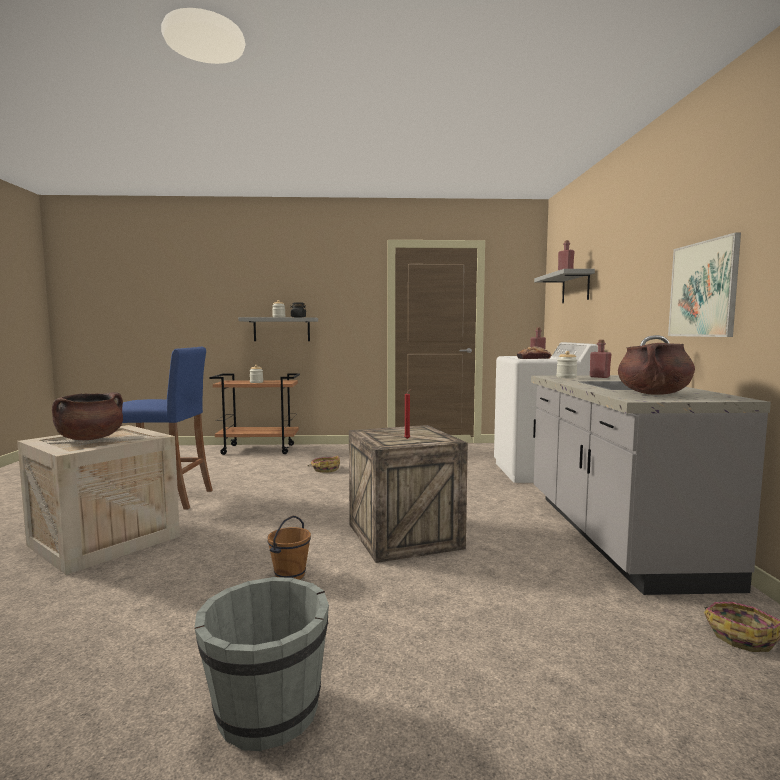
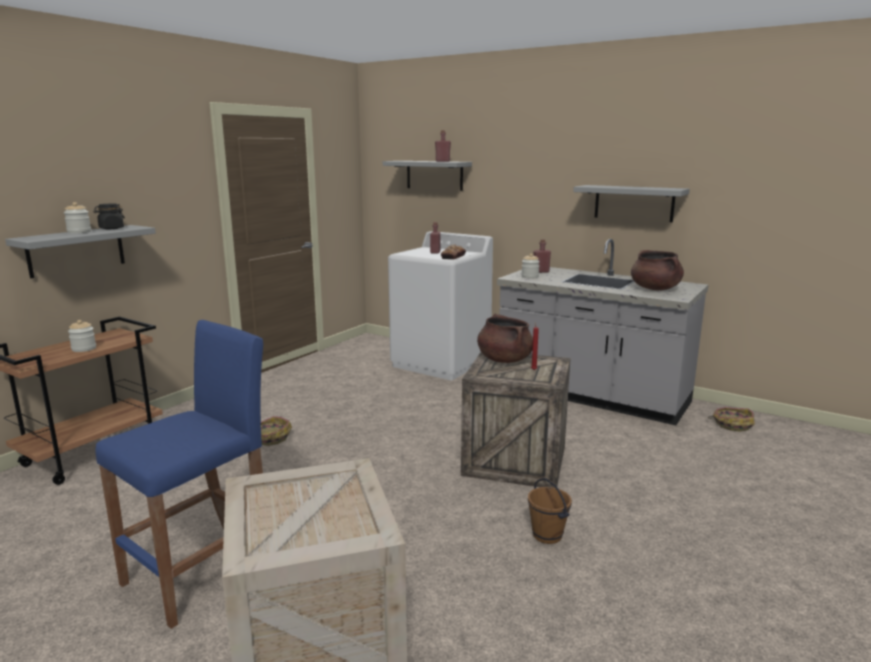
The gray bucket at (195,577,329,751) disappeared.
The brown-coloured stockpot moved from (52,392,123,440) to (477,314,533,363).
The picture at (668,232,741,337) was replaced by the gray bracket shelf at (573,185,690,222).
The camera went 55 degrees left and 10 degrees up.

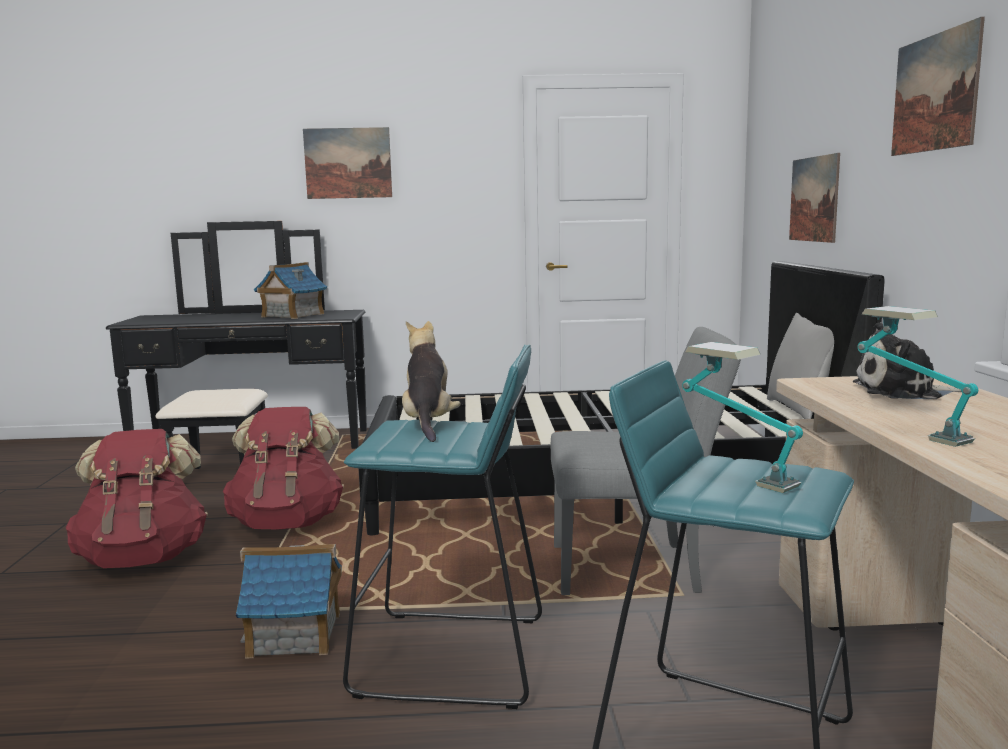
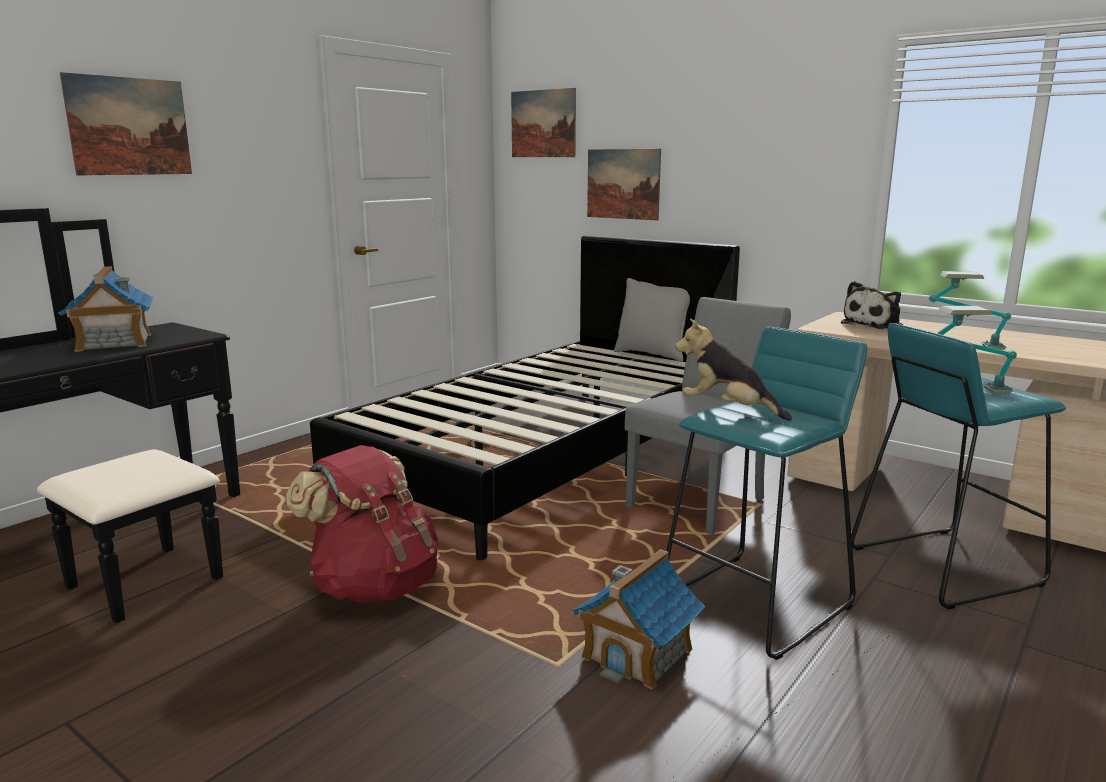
The reddish rucksack at (66,429,208,568) disappeared.
The picture moved from (891,17,985,156) to (511,88,576,157).
The camera went 50 degrees left and 5 degrees up.

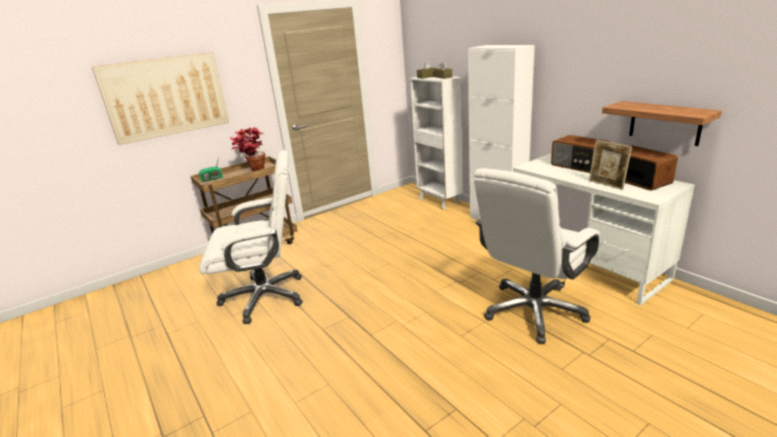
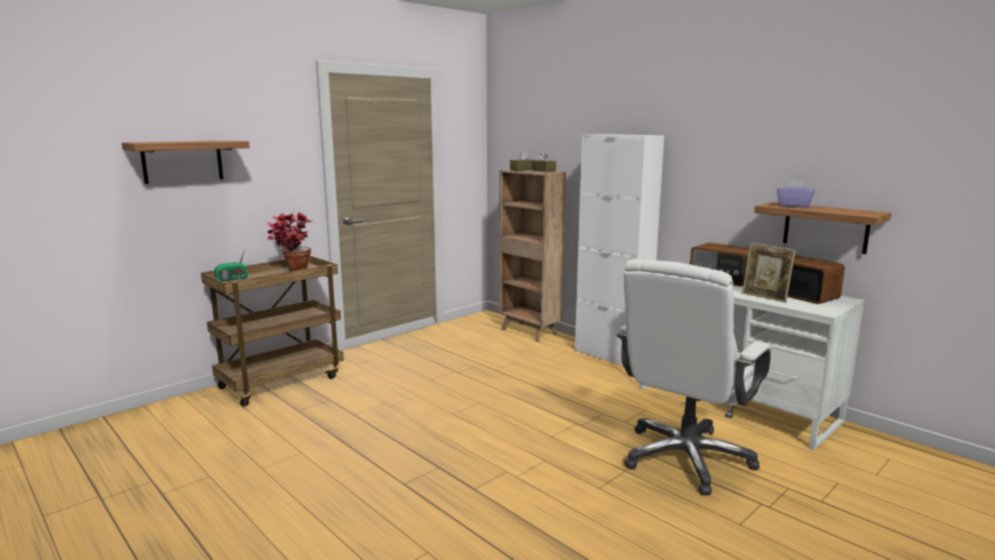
The whitish computer chair at (199,150,303,324) disappeared.
The purple box of tissues at (777,180,815,207) appeared.
The picture at (92,52,229,145) was replaced by the bracket shelf at (122,140,250,184).
The whitish bookcase at (410,76,463,210) became the brown-coloured bookcase at (499,169,566,342).
The camera went 10 degrees left and 10 degrees down.

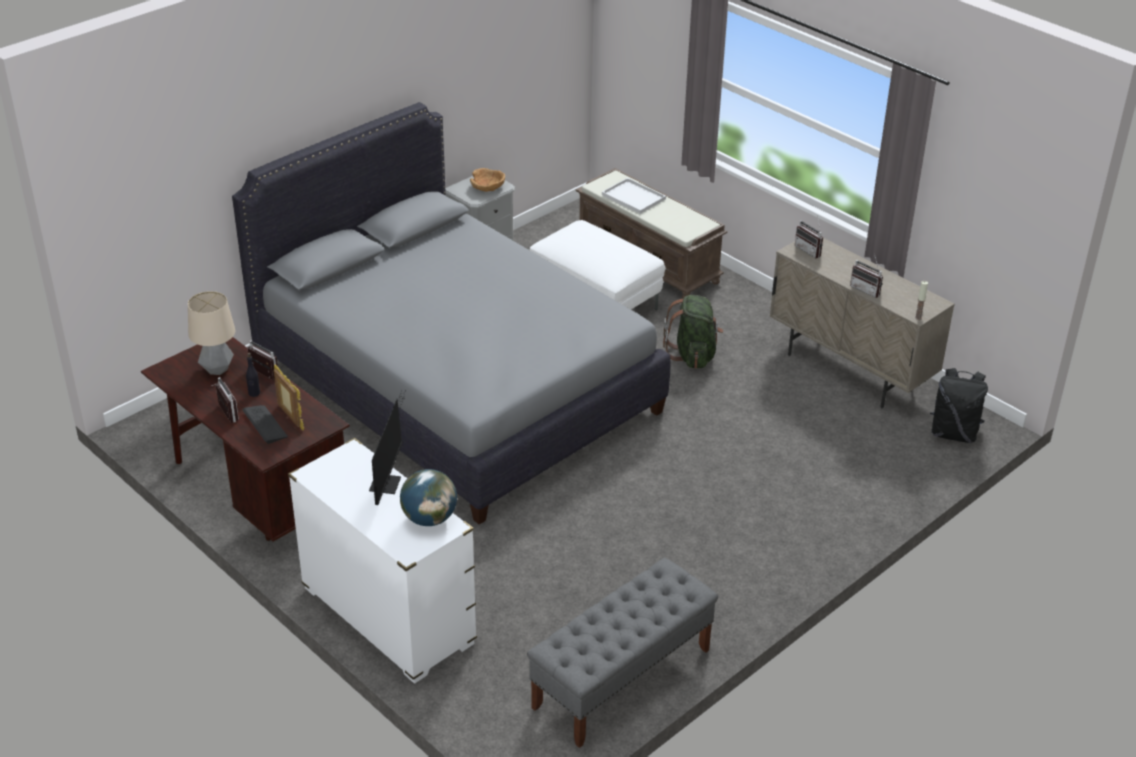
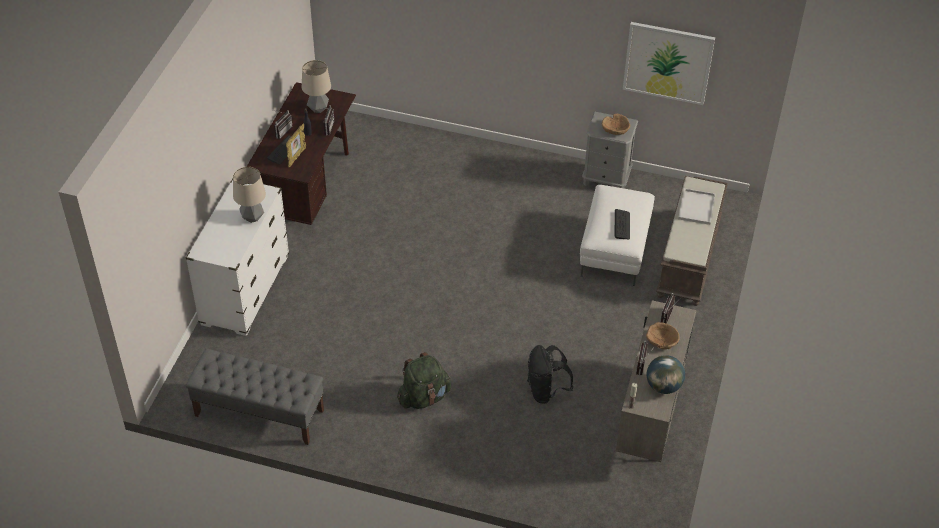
The gray bed at (232,102,671,525) disappeared.
The keyboard at (615,209,630,239) appeared.
The picture at (623,22,715,105) appeared.
The brown-coloured serving bowl at (646,322,680,349) appeared.
The desk globe moved from (400,469,457,526) to (647,355,685,394).
The green-coloured rucksack moved from (663,295,723,369) to (397,352,451,409).
The black-coloured rucksack moved from (930,368,988,443) to (527,345,573,404).
The computer display at (369,391,403,505) was replaced by the table lamp at (233,167,266,223).
The camera went 60 degrees right and 10 degrees up.

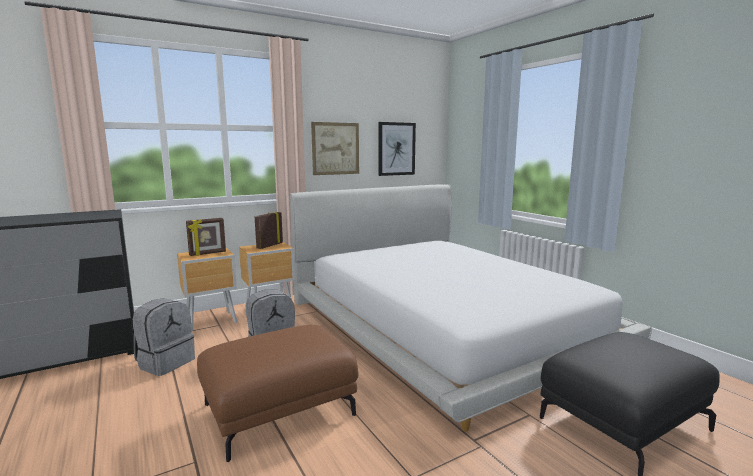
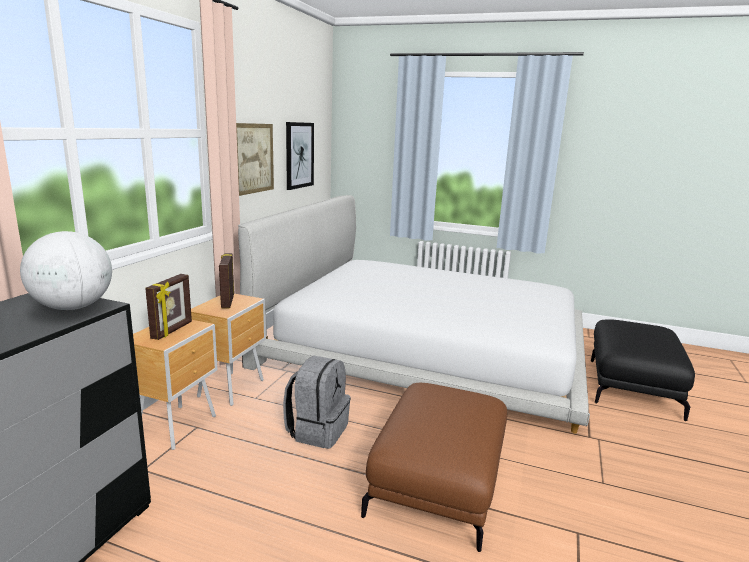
The gray rucksack at (133,298,195,376) disappeared.
The desk globe at (20,231,112,310) appeared.
The camera went 40 degrees left and 5 degrees up.

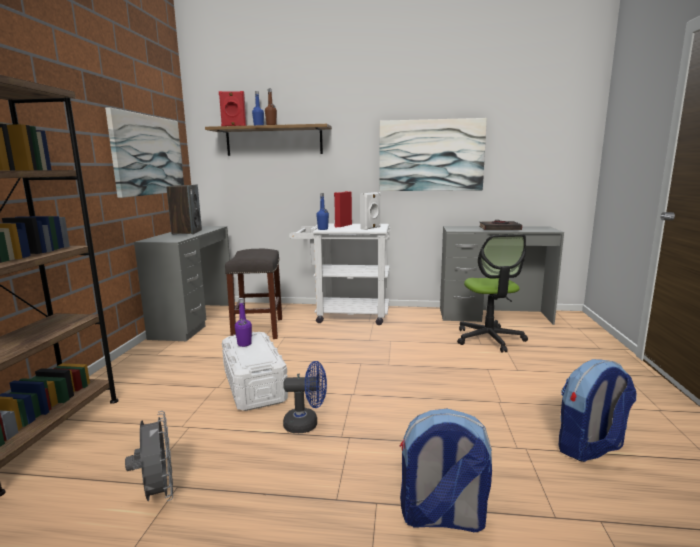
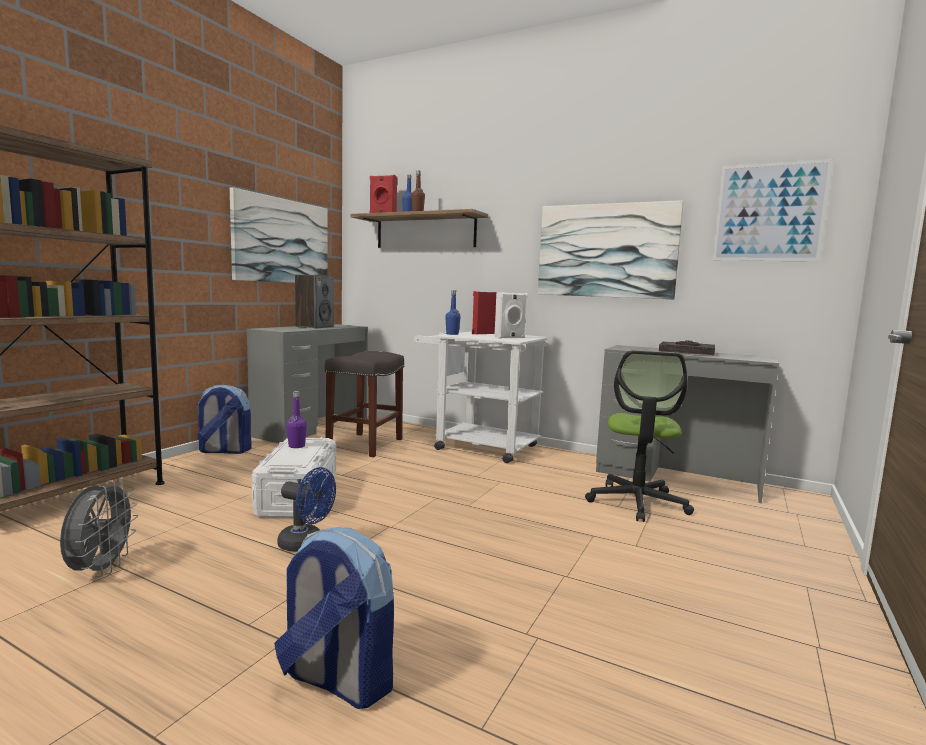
The picture at (712,159,833,261) appeared.
The rucksack moved from (559,359,636,462) to (197,385,252,454).
The camera went 20 degrees right and 5 degrees down.

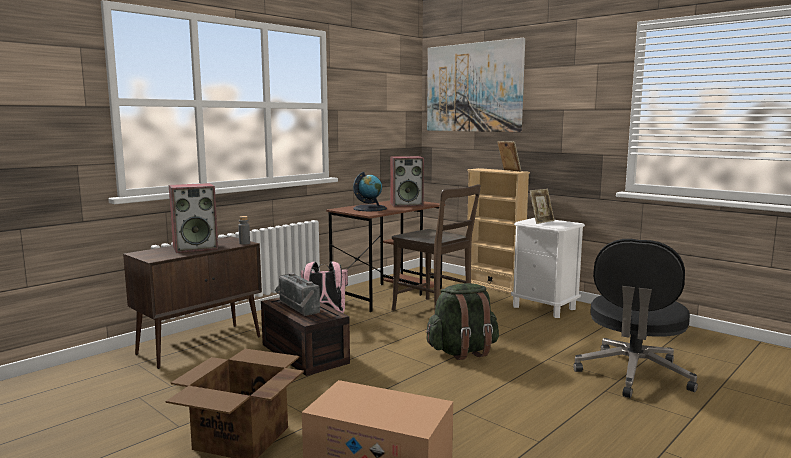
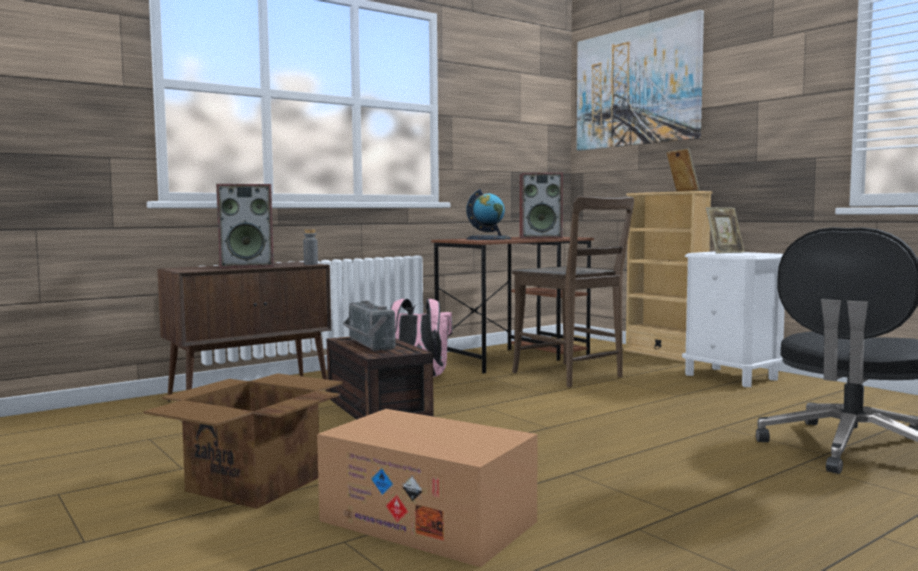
The green-coloured rucksack at (426,283,499,360) disappeared.
The camera went 10 degrees right and 5 degrees down.

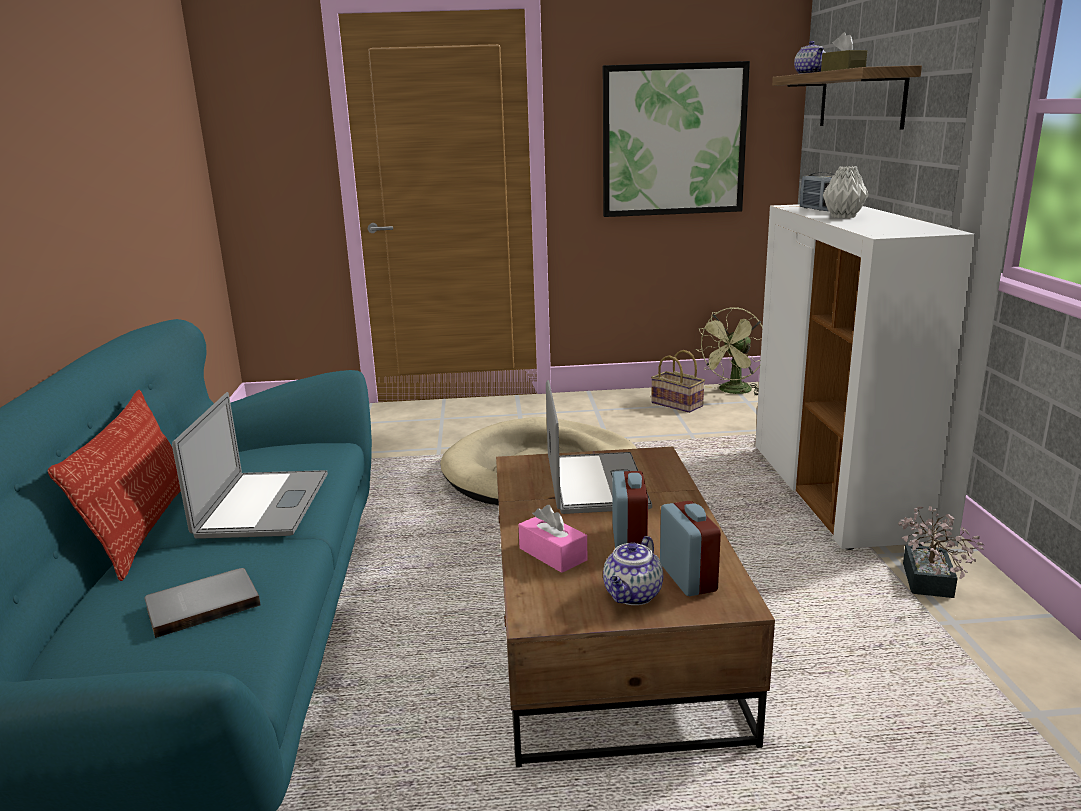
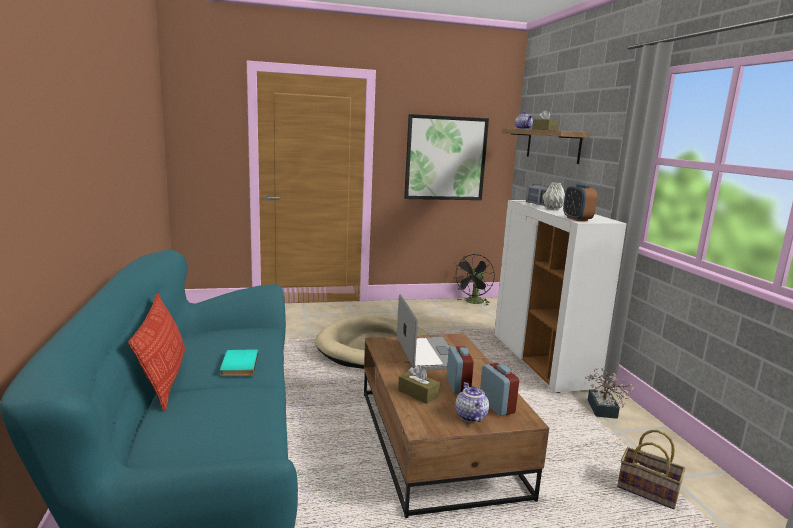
The gray bound book at (144,568,261,638) disappeared.
The alarm clock at (563,184,597,221) appeared.
The storage basket moved from (651,350,705,413) to (617,430,686,509).
The portable computer at (172,392,328,539) was replaced by the turquoise bound book at (220,349,258,376).
The pink box of tissues at (518,505,587,573) became the brown-coloured box of tissues at (398,365,440,404).
The green-coloured fan at (695,307,763,396) became the black-coloured fan at (453,254,495,306).
The teapot at (603,536,663,605) turned 150 degrees clockwise.
The camera went 10 degrees left and 5 degrees down.

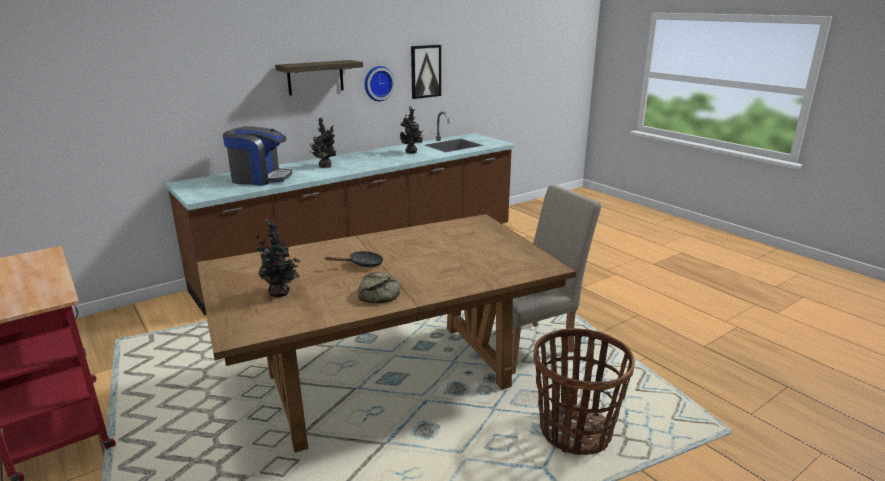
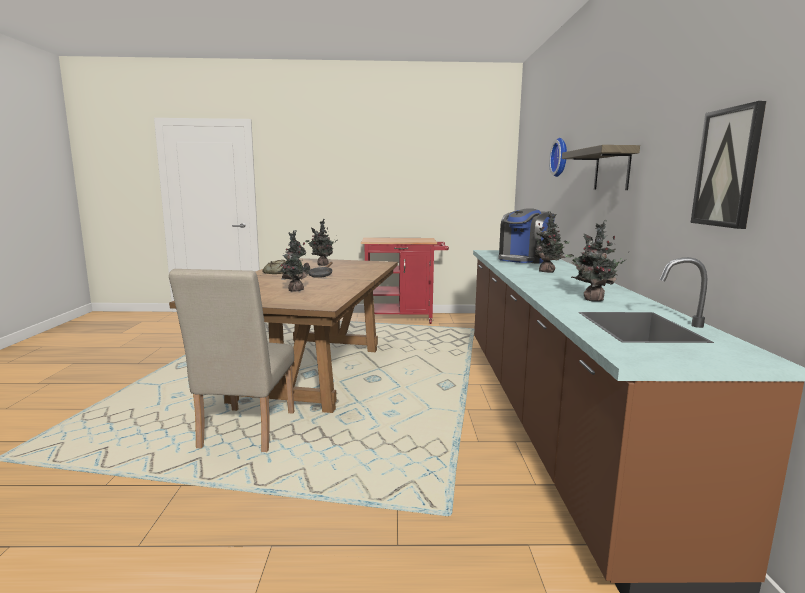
The storage basket at (533,328,635,455) disappeared.
The houseplant at (278,230,310,292) appeared.
The hanging clock moved from (365,66,395,101) to (549,138,567,177).
The camera went 125 degrees right and 10 degrees down.

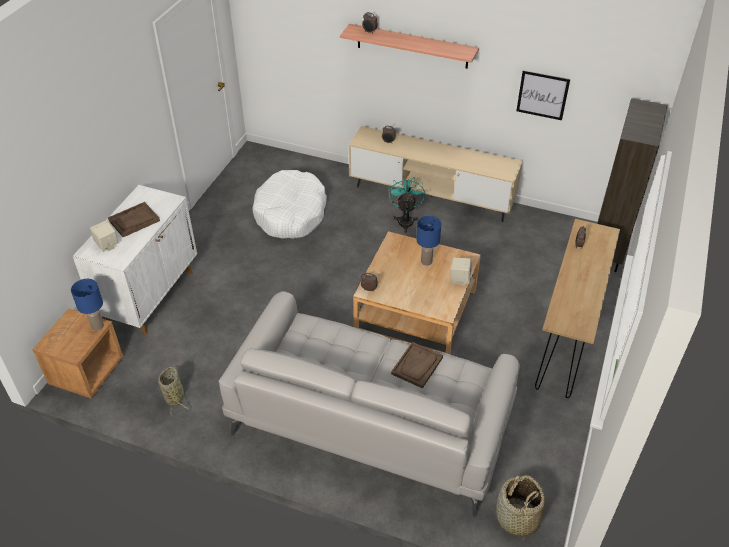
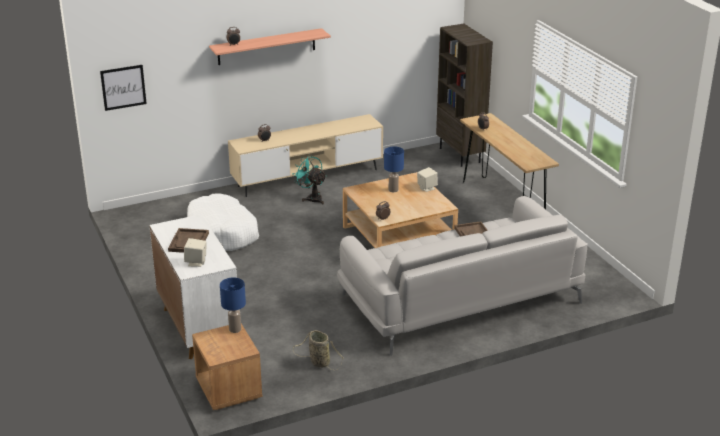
The storage basket at (496,475,545,541) disappeared.
The picture moved from (516,70,570,120) to (100,65,147,111).
The camera went 45 degrees left and 15 degrees down.

